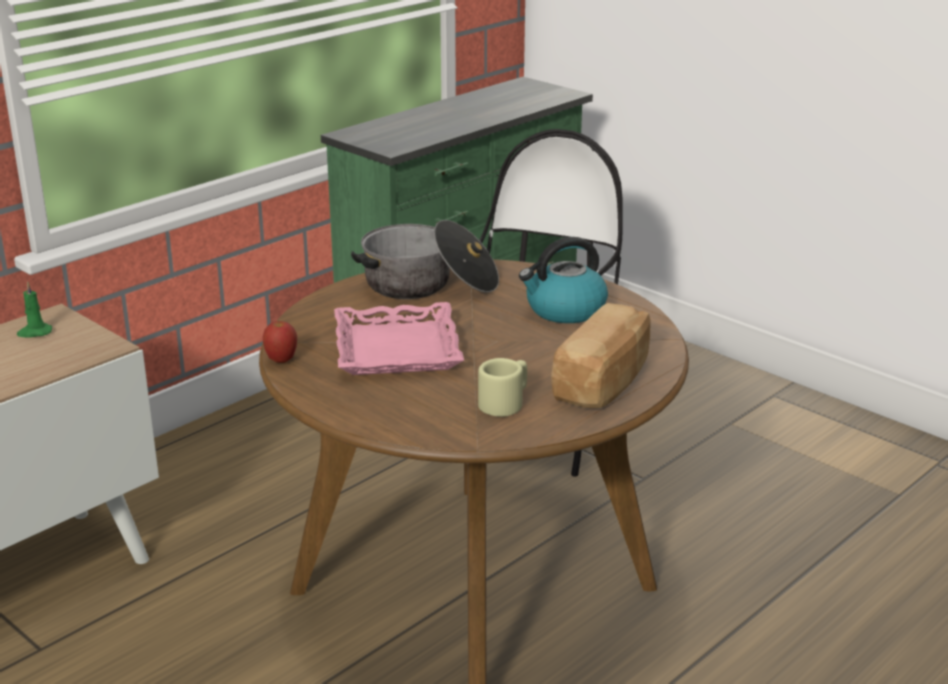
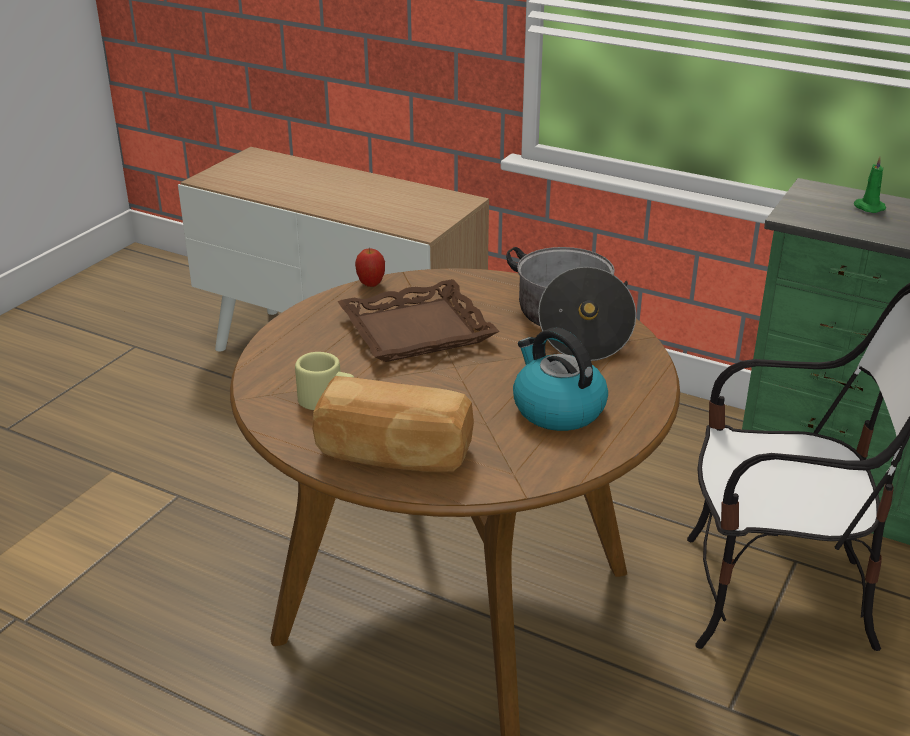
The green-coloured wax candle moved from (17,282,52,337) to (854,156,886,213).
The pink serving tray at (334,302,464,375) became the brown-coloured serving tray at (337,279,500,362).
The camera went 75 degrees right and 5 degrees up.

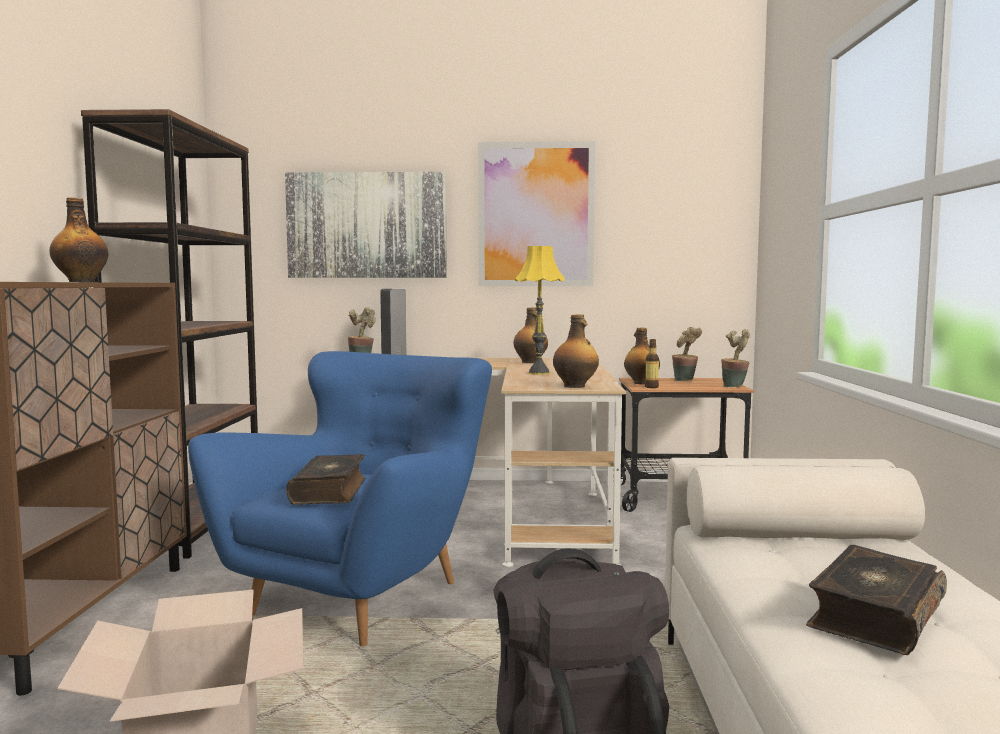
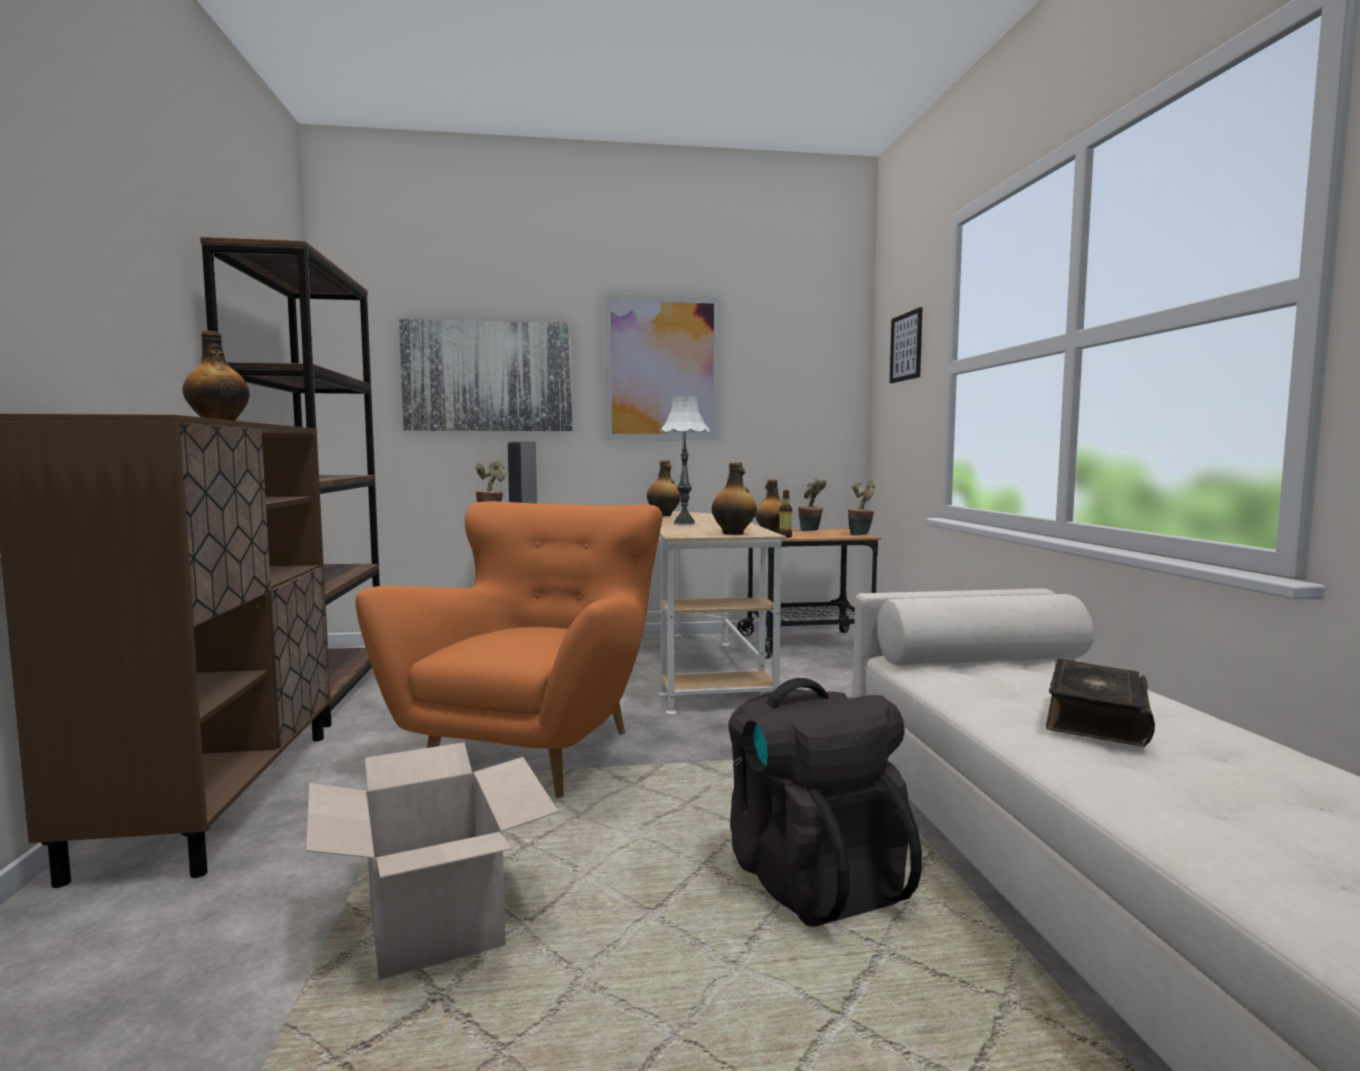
The bound book at (286,454,366,505) disappeared.
The picture at (890,307,923,383) appeared.
The blue easy chair at (188,351,492,646) became the orange easy chair at (355,501,663,798).
The yellow table lamp at (515,246,565,375) became the whitish table lamp at (660,397,710,525).
The camera went 10 degrees left and 0 degrees up.

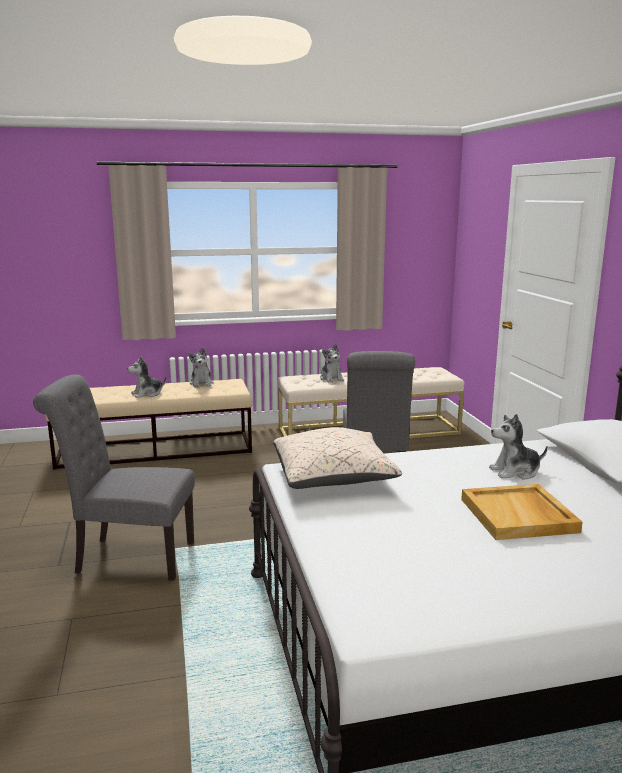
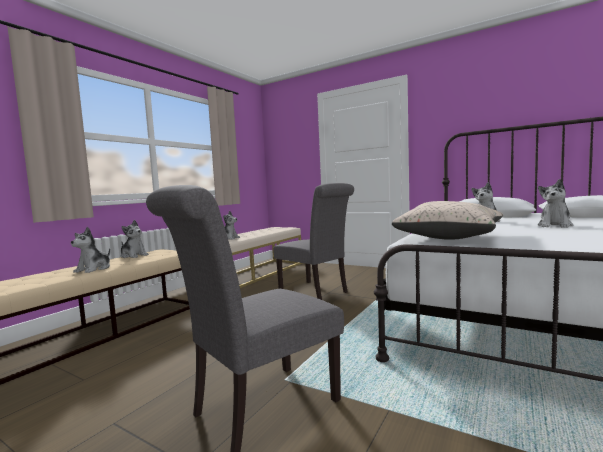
The sand-coloured serving tray at (461,484,582,540) was replaced by the cuddly toy at (537,179,573,228).
The camera went 45 degrees left and 10 degrees down.

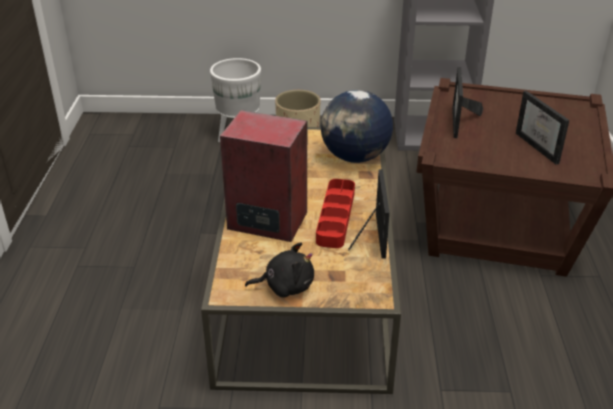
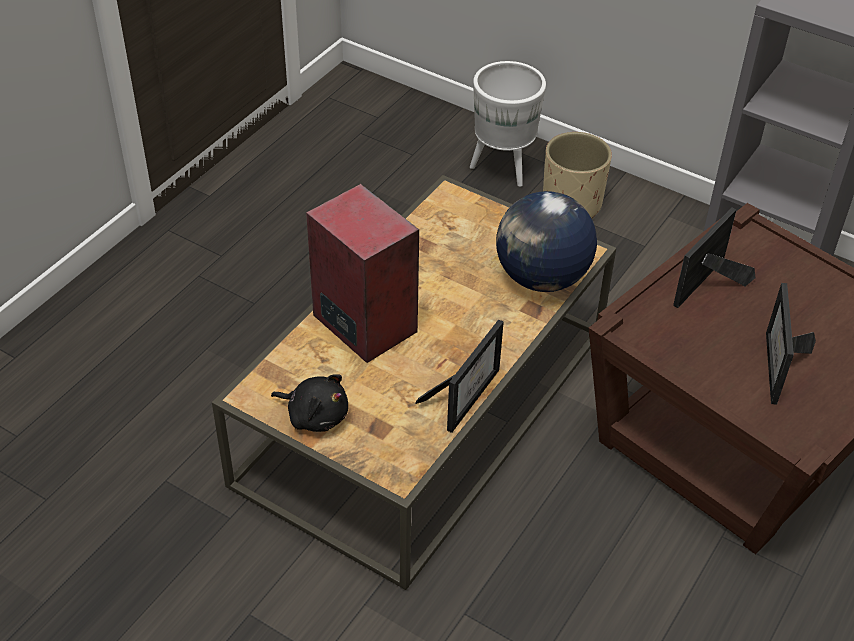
The reddish serving tray at (316,179,355,248) disappeared.
The camera went 30 degrees right and 10 degrees up.

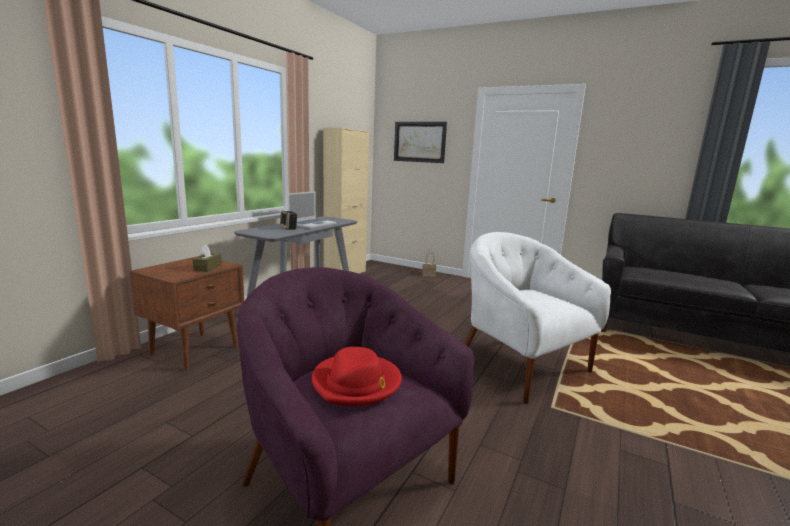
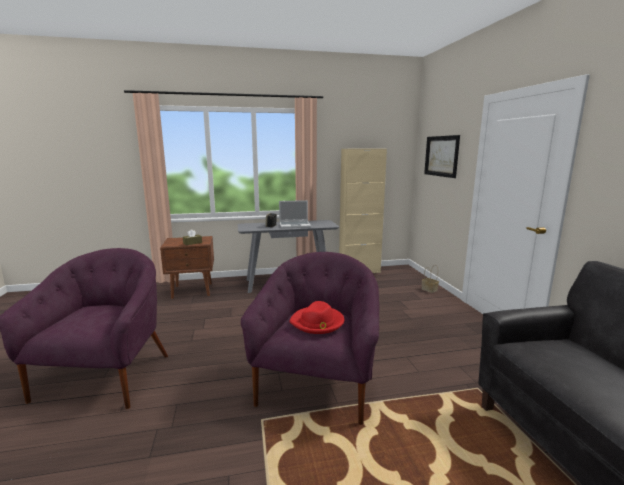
The reddish clothing hat moved from (312,347,402,406) to (289,301,344,334).
The whitish easy chair at (464,232,611,404) became the purple easy chair at (241,252,379,425).
The camera went 50 degrees right and 0 degrees up.

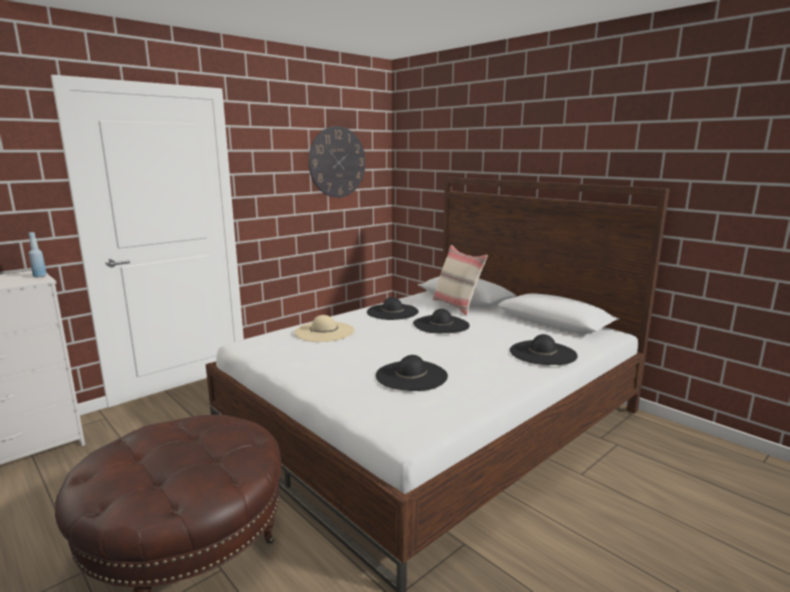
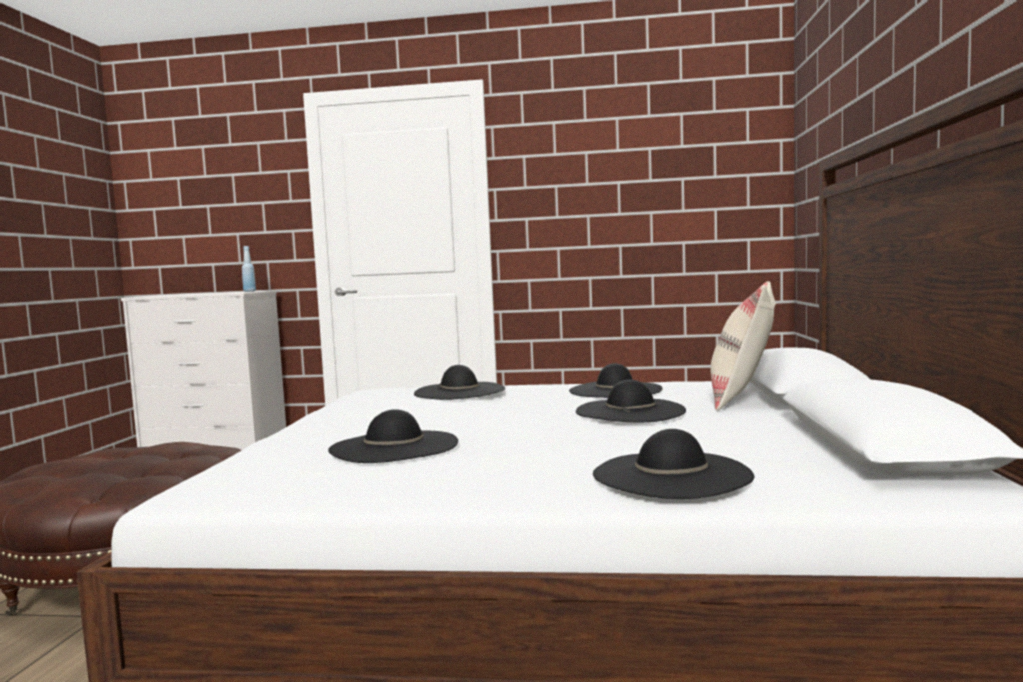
The hanging clock at (308,126,366,198) disappeared.
The sand-coloured clothing hat at (294,315,354,342) became the black-coloured clothing hat at (414,365,505,400).
The camera went 50 degrees right and 10 degrees down.

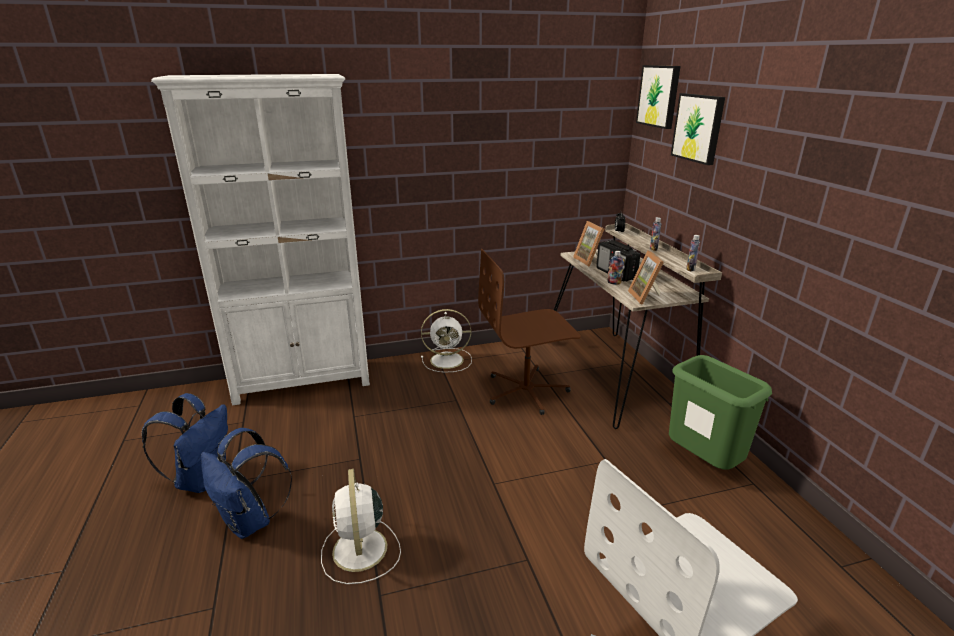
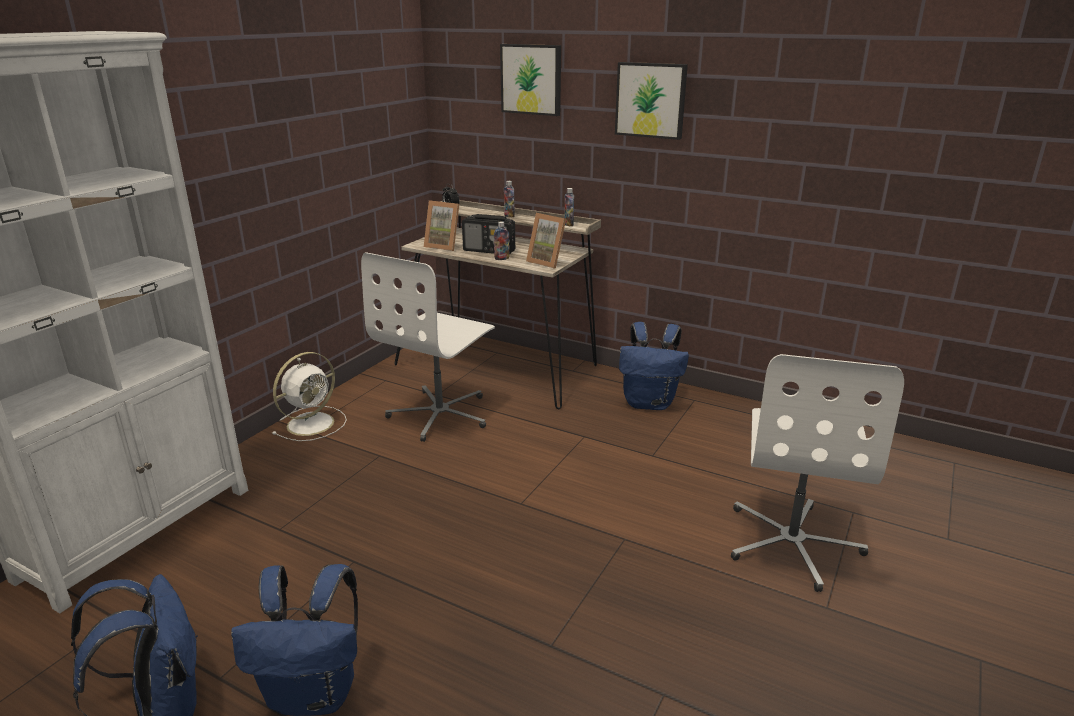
The whitish fan at (321,469,401,584) disappeared.
The picture moved from (636,65,680,129) to (615,62,688,140).
The green-coloured waste bin at (669,355,772,469) was replaced by the blue rucksack at (619,322,689,410).
The brown-coloured computer chair at (478,249,581,415) became the whitish computer chair at (361,252,495,442).
The camera went 45 degrees left and 0 degrees up.

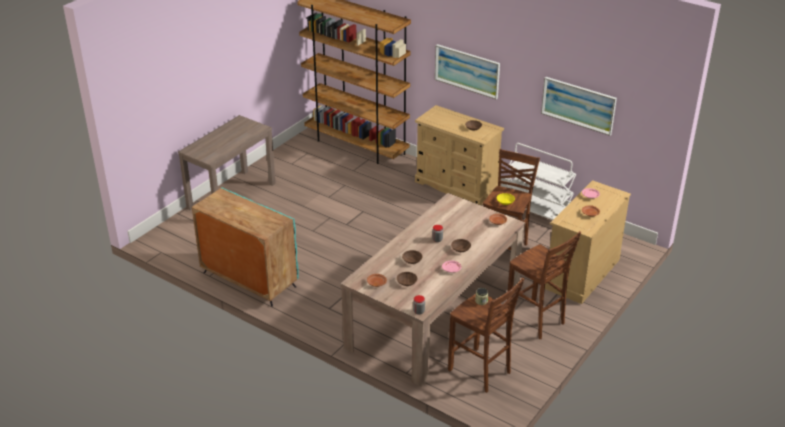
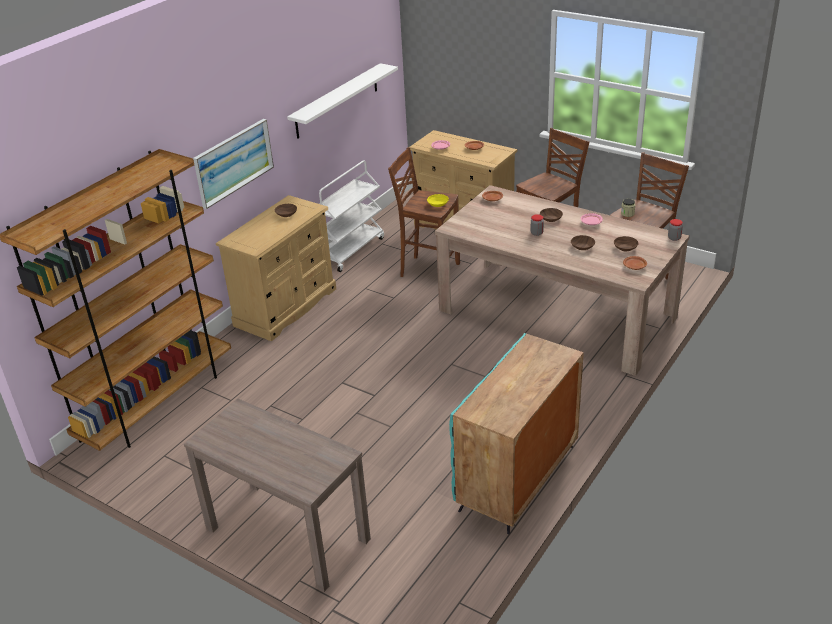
The picture at (541,77,617,136) was replaced by the whitish bracket shelf at (287,63,398,139).
The camera went 90 degrees left and 0 degrees up.

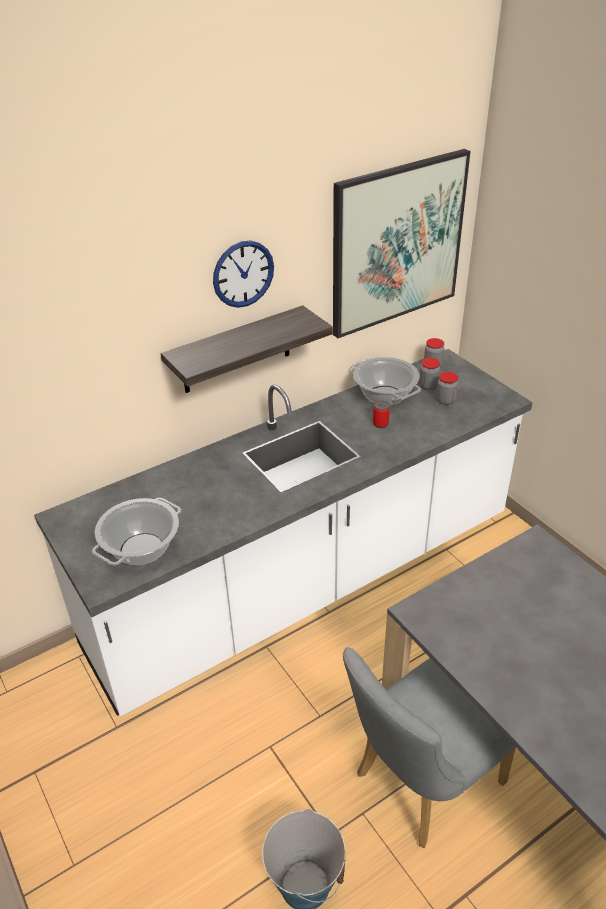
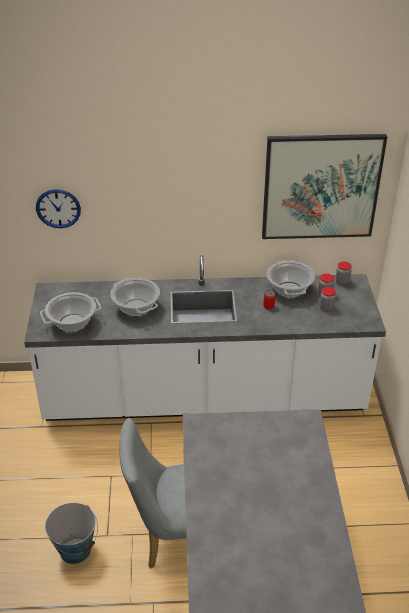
The bracket shelf at (161,305,333,393) disappeared.
The stockpot at (110,278,160,316) appeared.
The hanging clock moved from (213,240,274,308) to (36,189,81,228).
The camera went 30 degrees right and 0 degrees up.

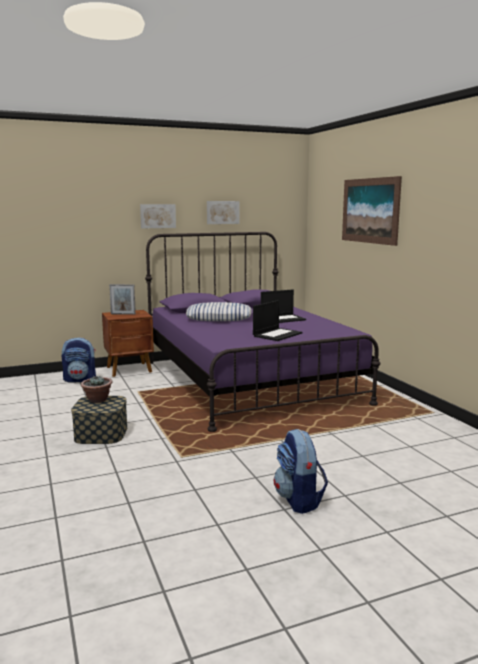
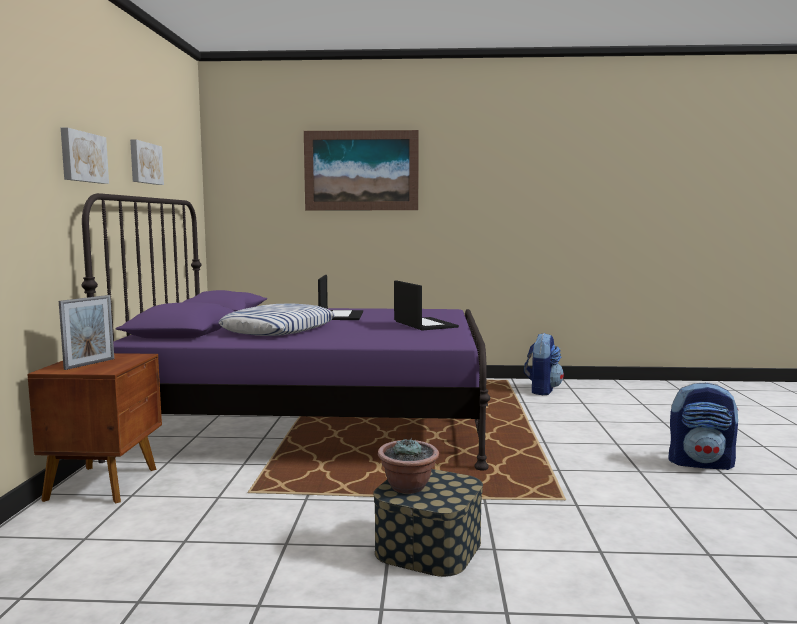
The rucksack moved from (62,337,96,382) to (524,333,564,395).
The camera went 65 degrees left and 5 degrees down.

